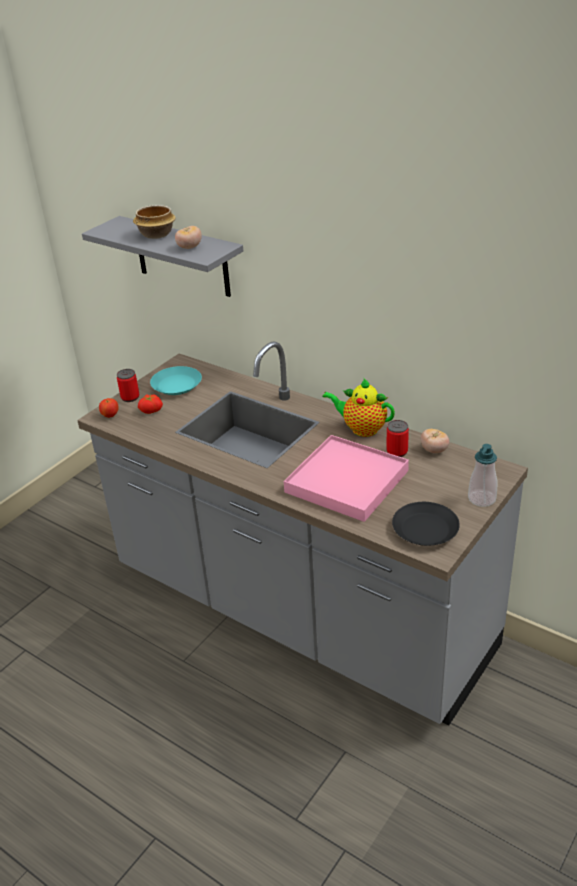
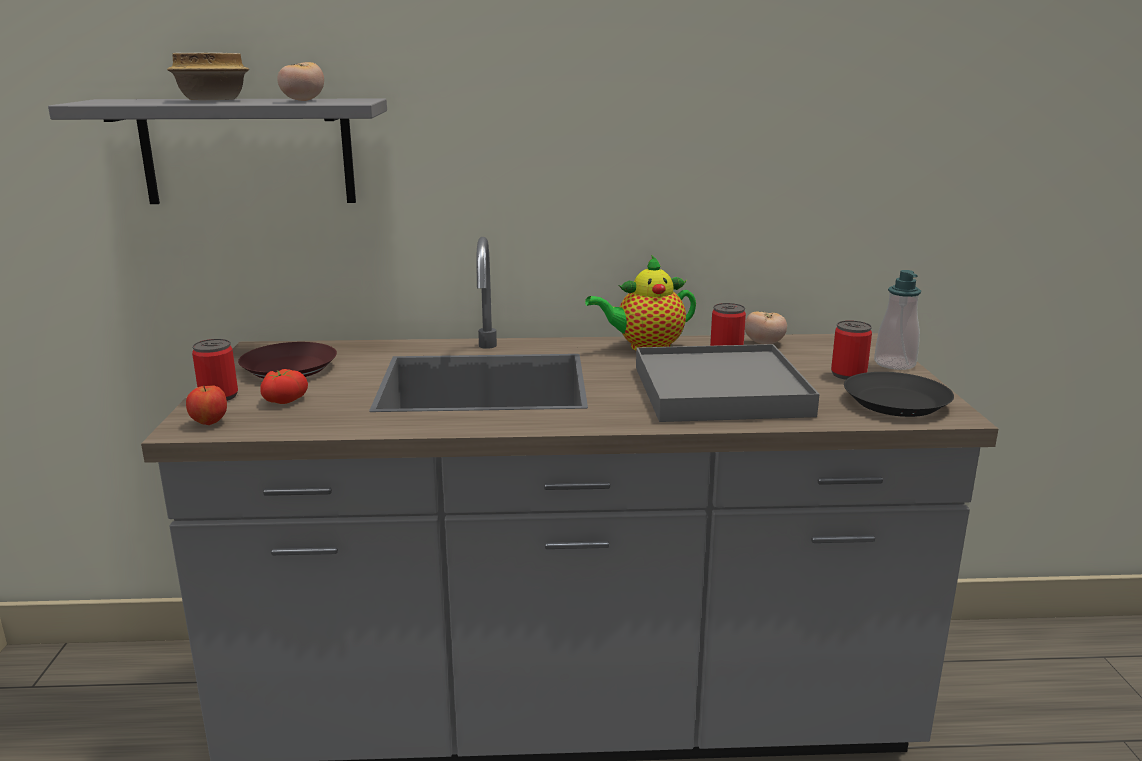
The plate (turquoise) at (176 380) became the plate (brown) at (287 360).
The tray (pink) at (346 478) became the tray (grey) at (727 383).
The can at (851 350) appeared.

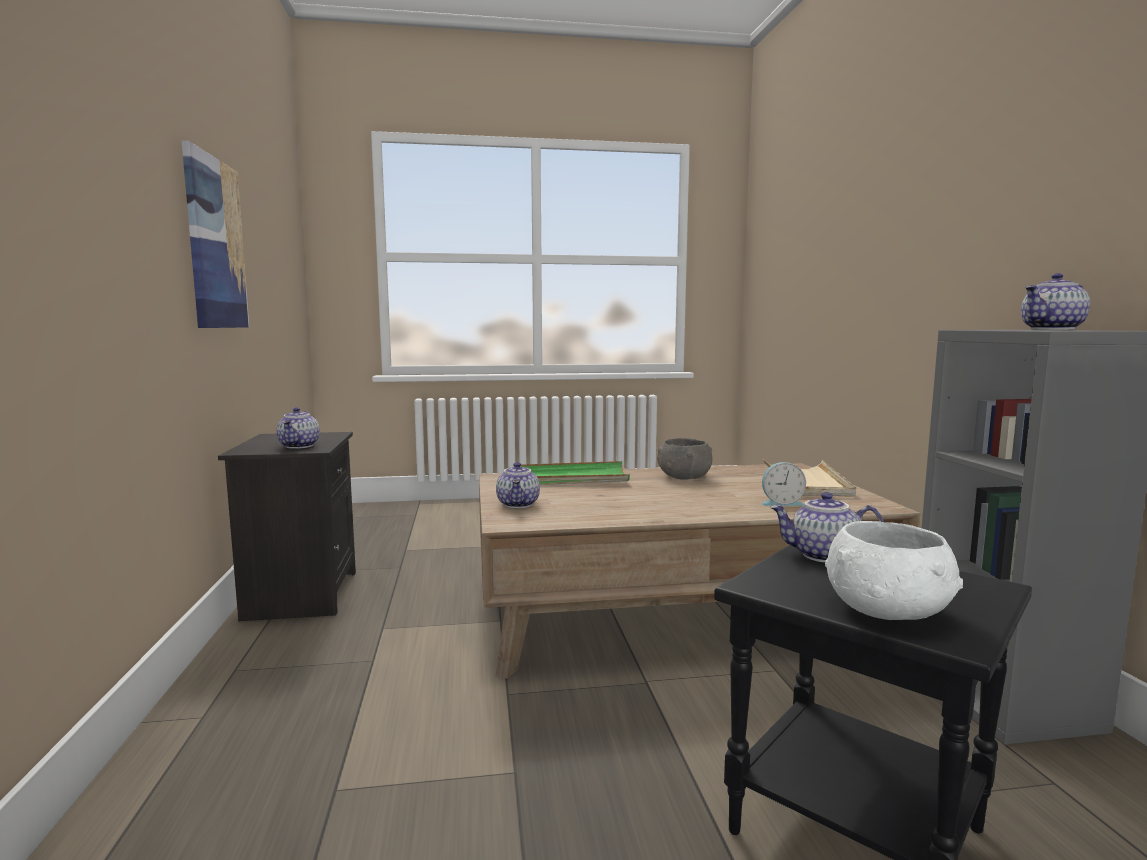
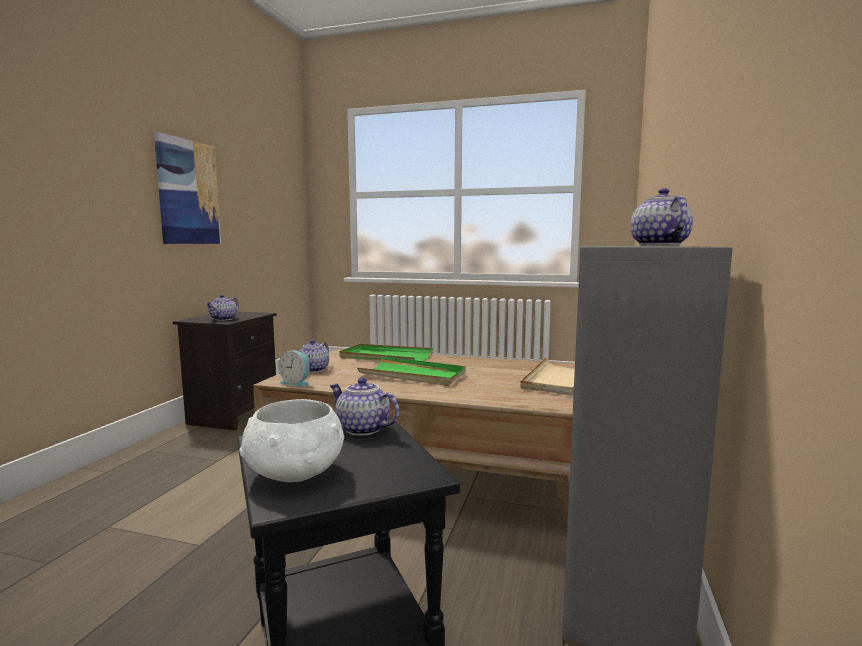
The alarm clock moved from (784 484) to (294 369).
The tray (green) at (411 371) appeared.
The teapot at (1055 301) turned 90 degrees clockwise.
The bowl (grey) at (684 459) disappeared.

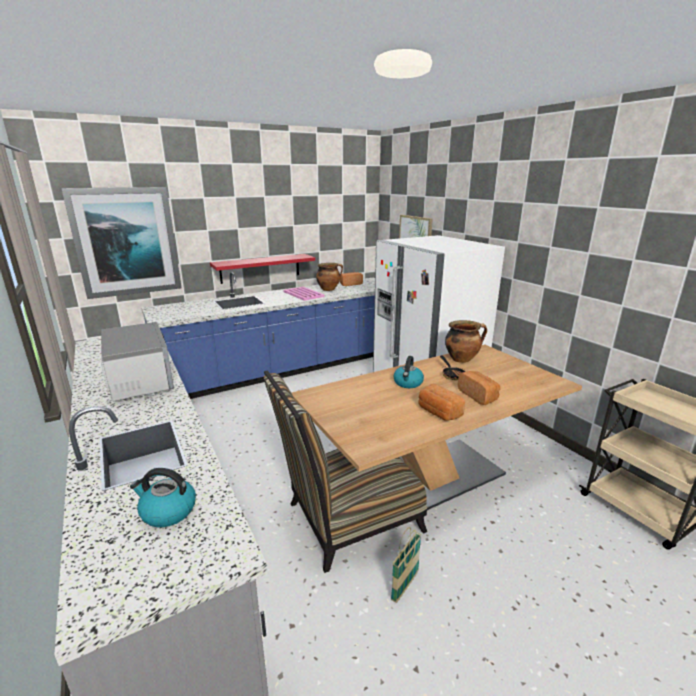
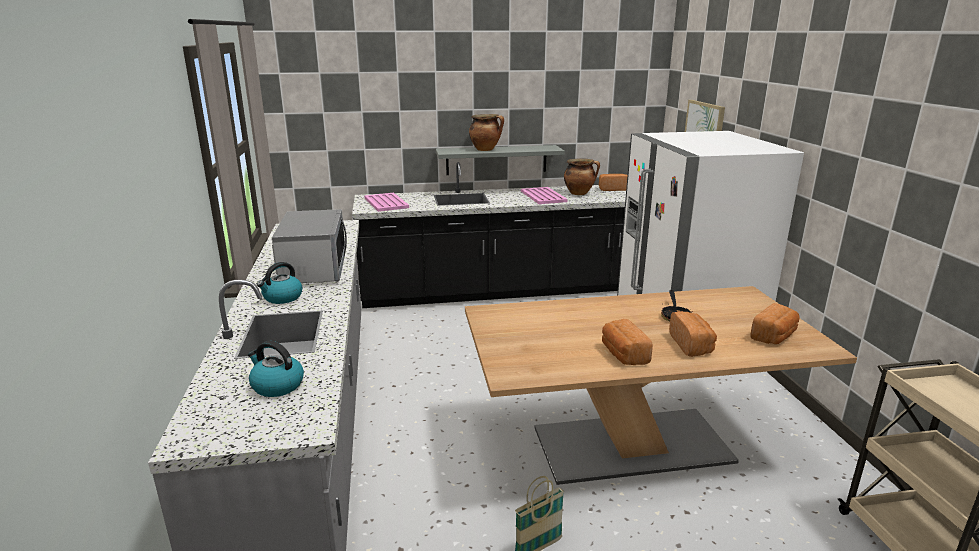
The kettle moved from (408 372) to (279 283).
The counter (blue) at (258 335) became the counter (black) at (489 235).
The tray (pink) at (386 202) appeared.
The shelf (red) at (262 269) became the shelf (grey) at (500 160).
The cooking pot moved from (466 341) to (486 132).
The bread at (775 323) appeared.
The picture at (121 243) disappeared.
The chair at (345 471) disappeared.

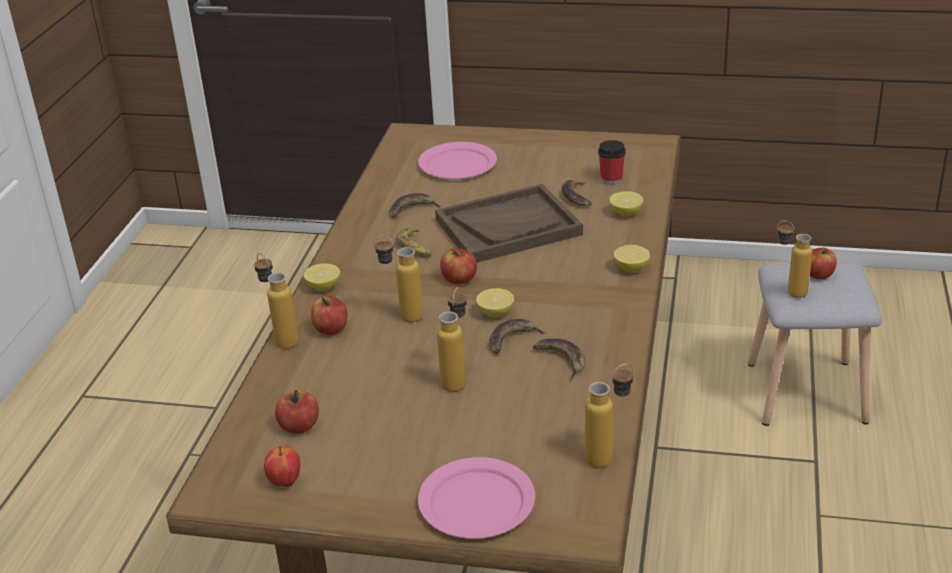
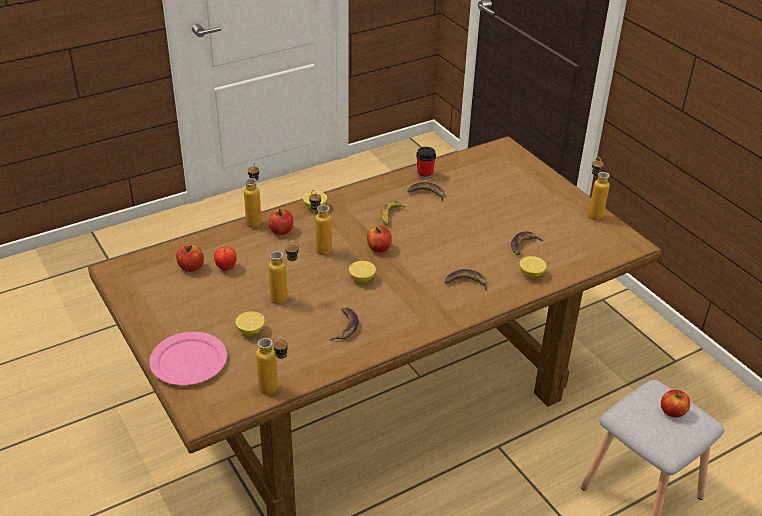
The apple moved from (282 466) to (225 258).
The lemon moved from (632 259) to (250 323).
The cup moved from (612 162) to (426 163).
The banana moved from (518 336) to (466 280).
The bottle moved from (795 259) to (599 188).
The plate (pink) at (457 160) disappeared.
The tray (brown) at (509 223) disappeared.

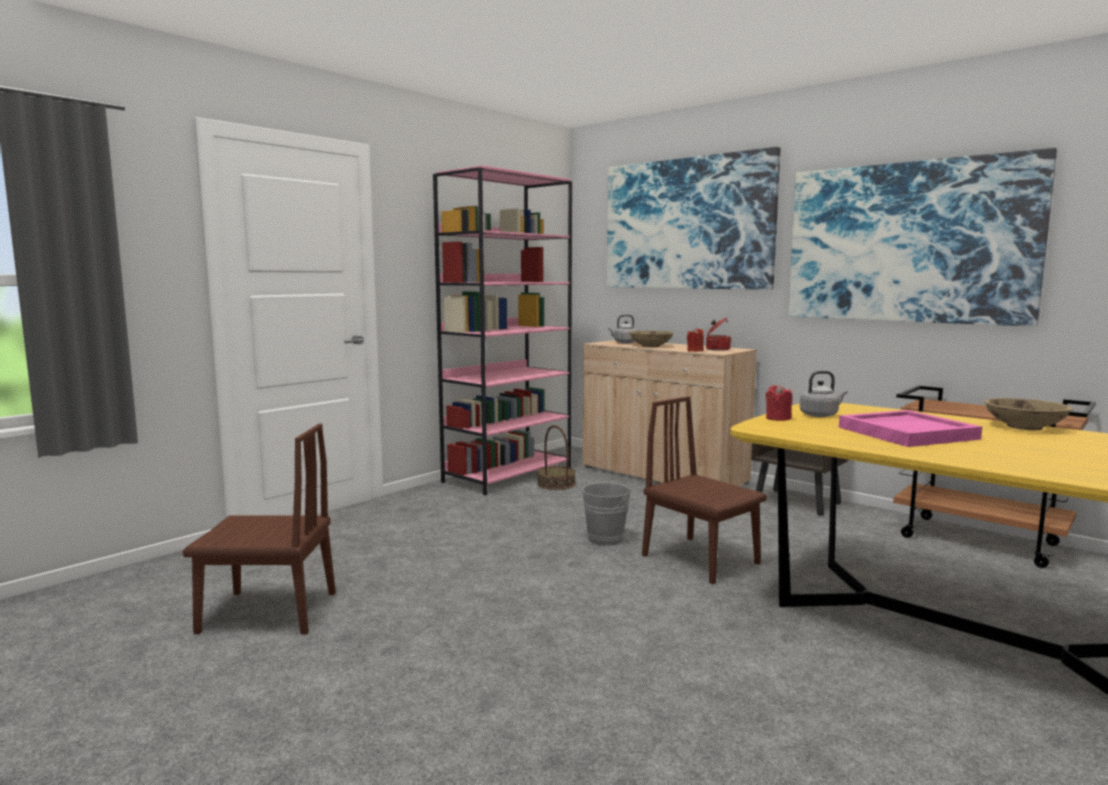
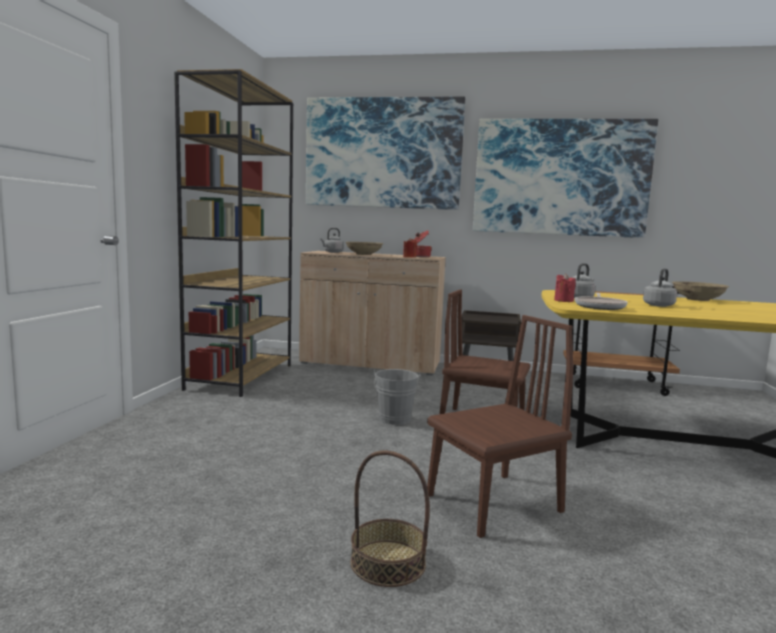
The bookcase (pink) at (502 330) became the bookcase (brown) at (233 233).
The basket moved from (556 457) to (390 519).
The chair (brown) moved from (259 529) to (500 426).
The frying pan at (601 301) appeared.
The tray (pink) at (910 428) was replaced by the kettle (grey) at (660 287).

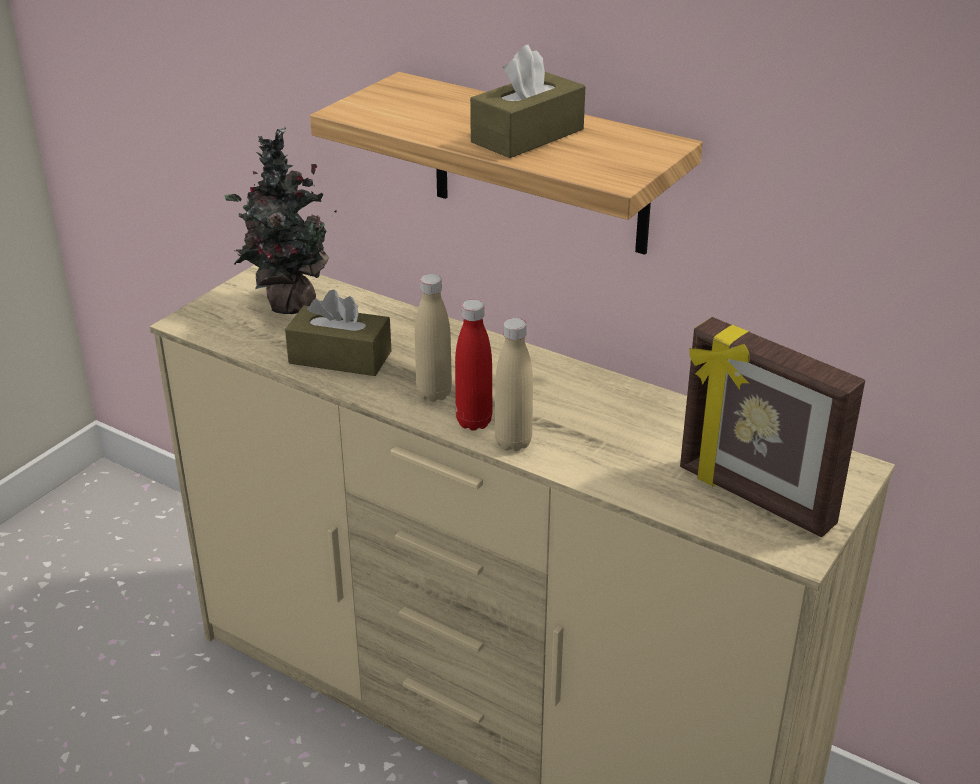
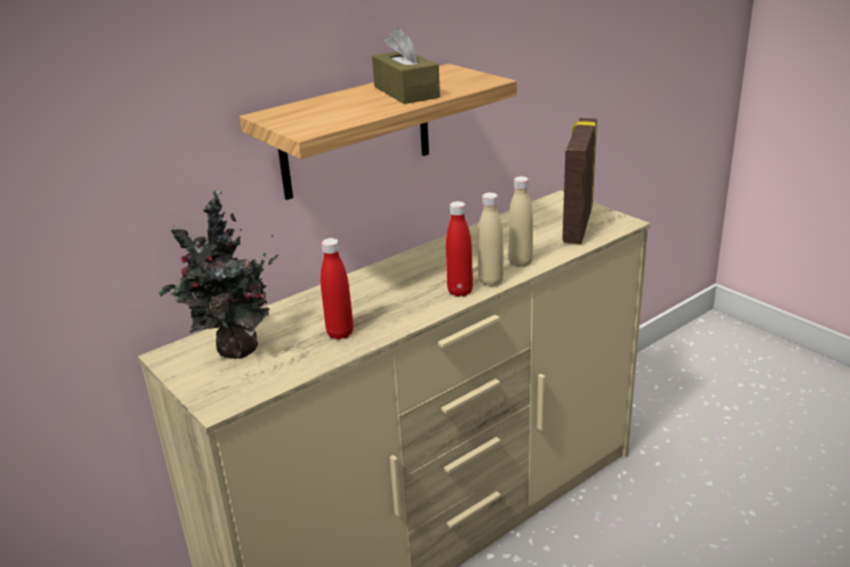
The tissue box (brown) at (338 333) was replaced by the bottle (red) at (337 289).
The bottle (beige) moved from (433 338) to (520 221).
The picture frame at (772 427) turned 135 degrees clockwise.

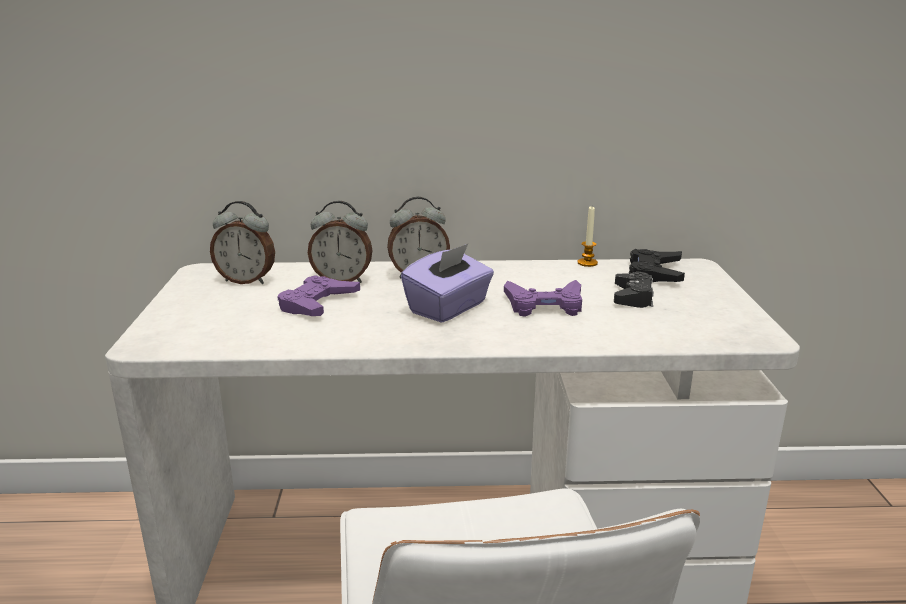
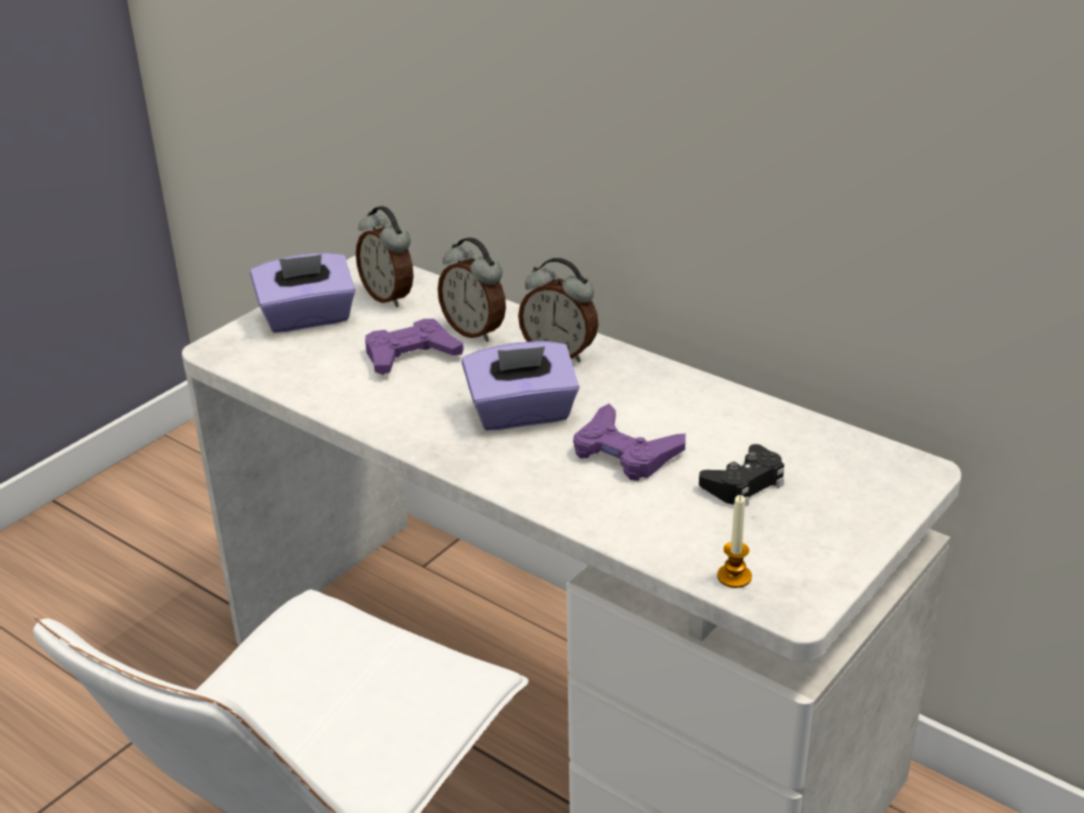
The tissue box (purple) at (302 293) appeared.
The candle moved from (587 237) to (734 541).
The game controller (black) at (657 265) disappeared.

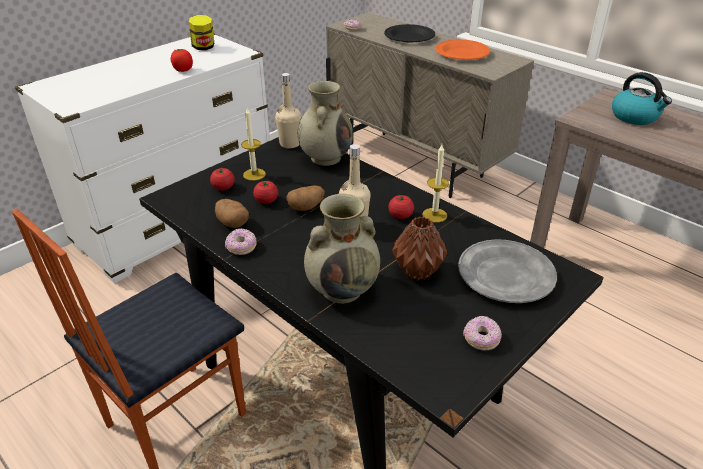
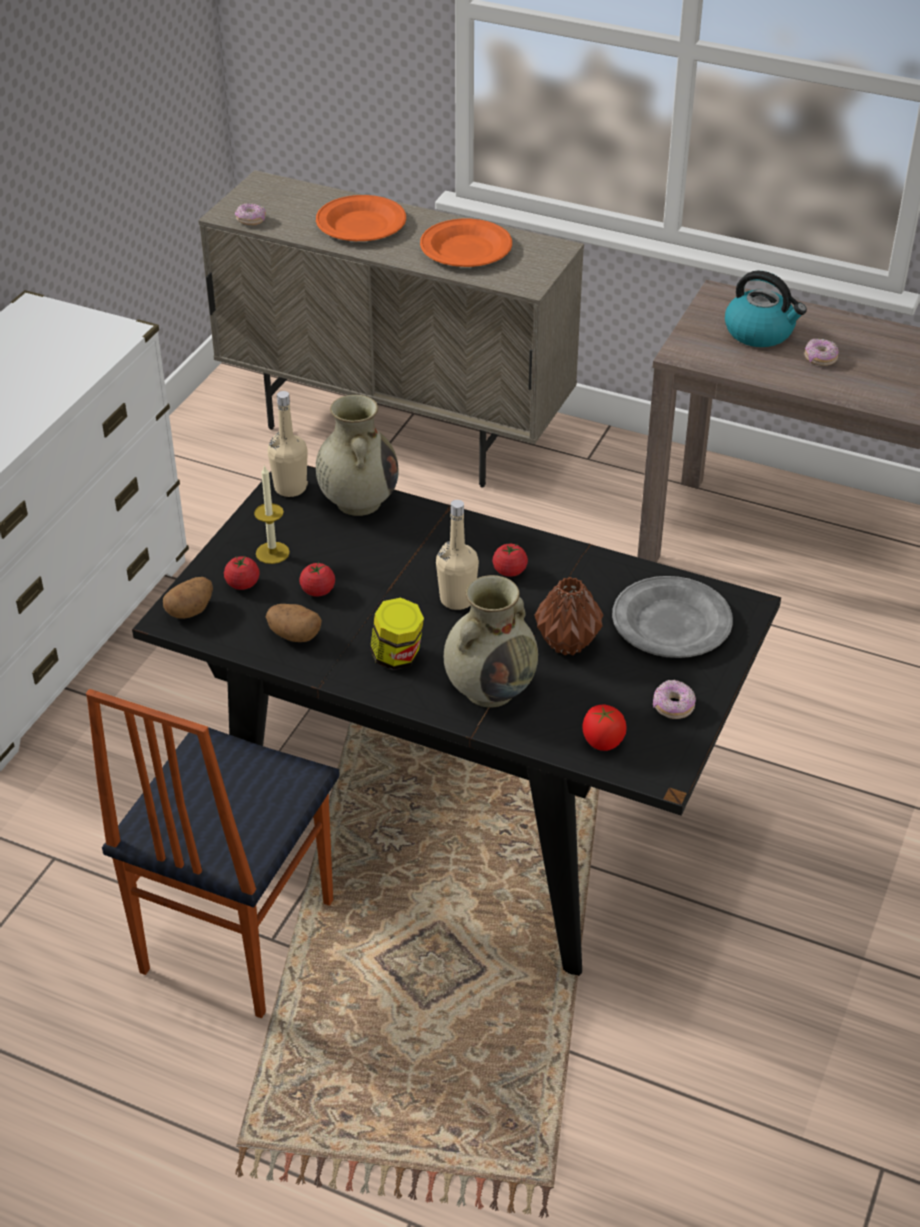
The potato moved from (305 198) to (188 598).
The plate (black) at (409 33) became the plate (orange) at (361 218).
The jar moved from (201 32) to (397 634).
The tomato moved from (182 60) to (604 728).
The donut moved from (240 241) to (821 352).
The candle at (435 183) disappeared.

